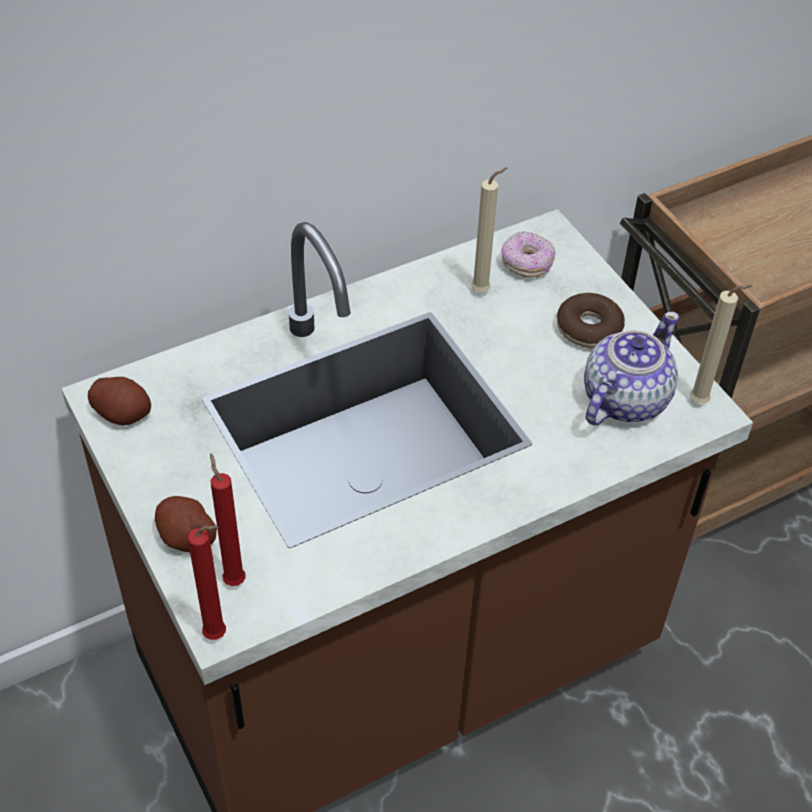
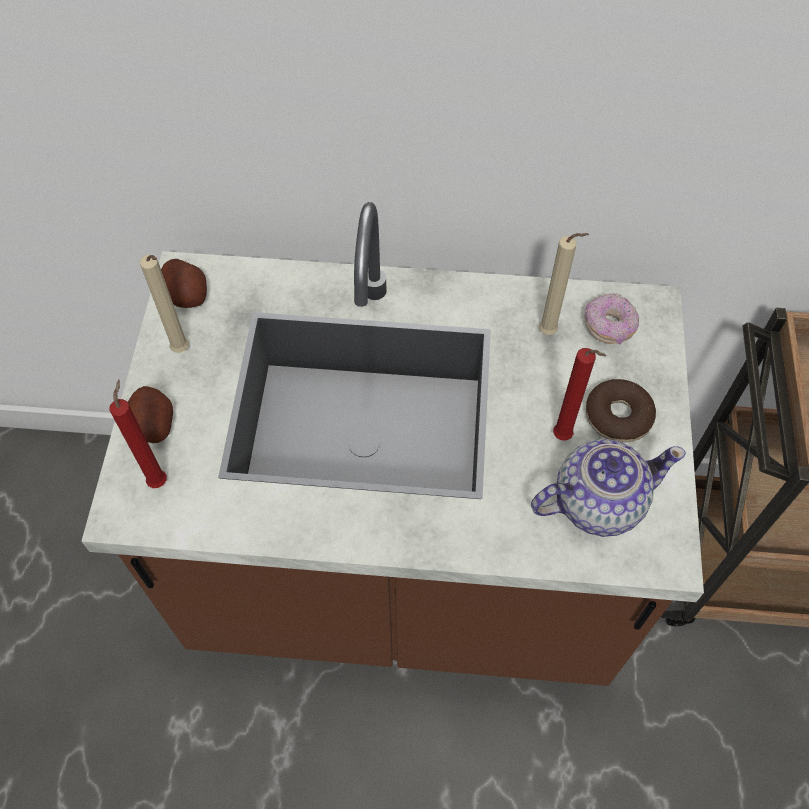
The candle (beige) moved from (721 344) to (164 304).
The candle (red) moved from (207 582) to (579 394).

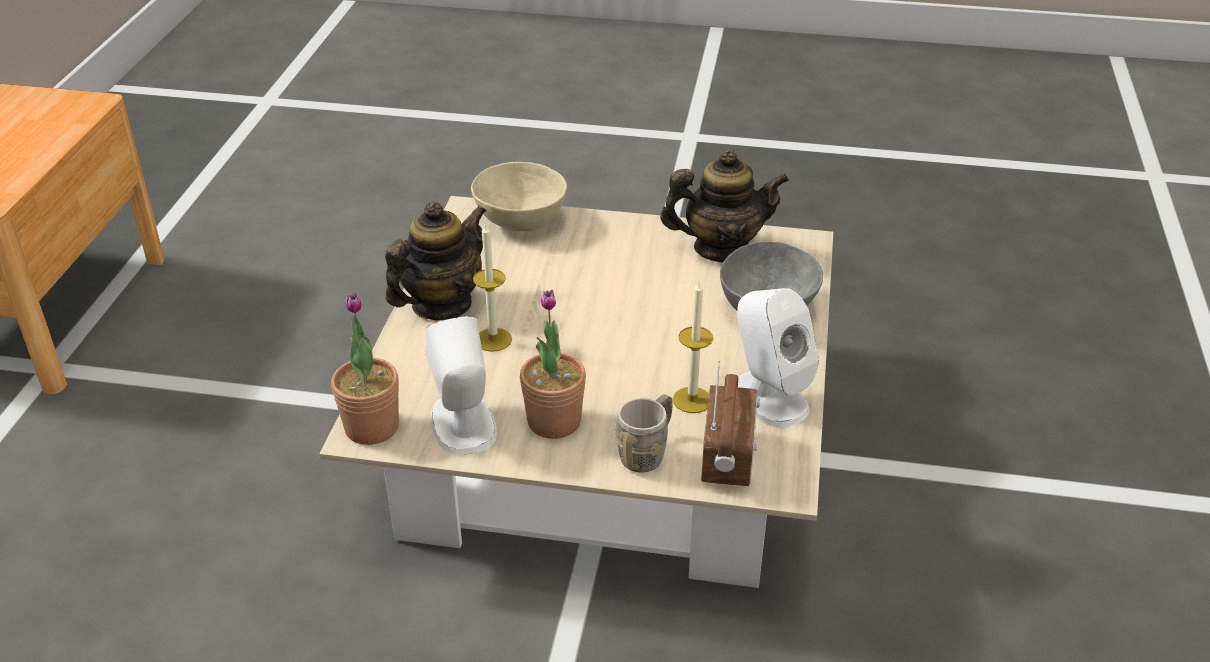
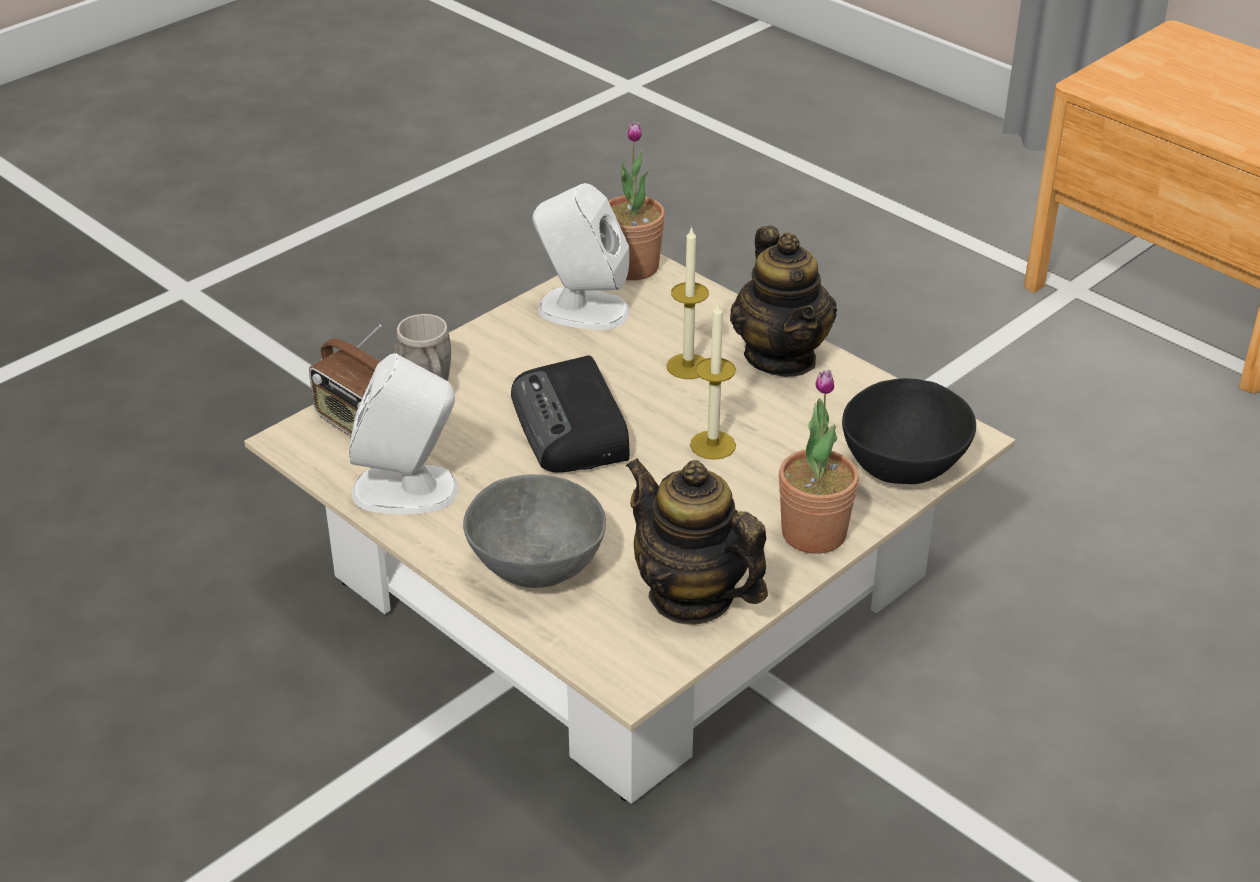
The radio at (570 414) appeared.
The teapot at (724 205) turned 105 degrees clockwise.
The candle moved from (693 347) to (713 381).
The potted plant moved from (553 364) to (819 462).
The bowl (beige) at (519 196) became the bowl (black) at (909 431).

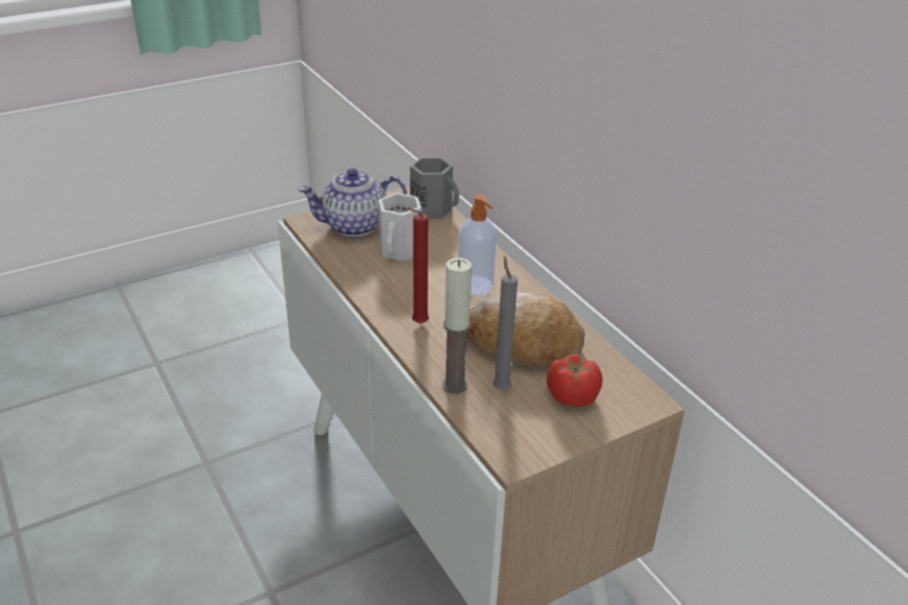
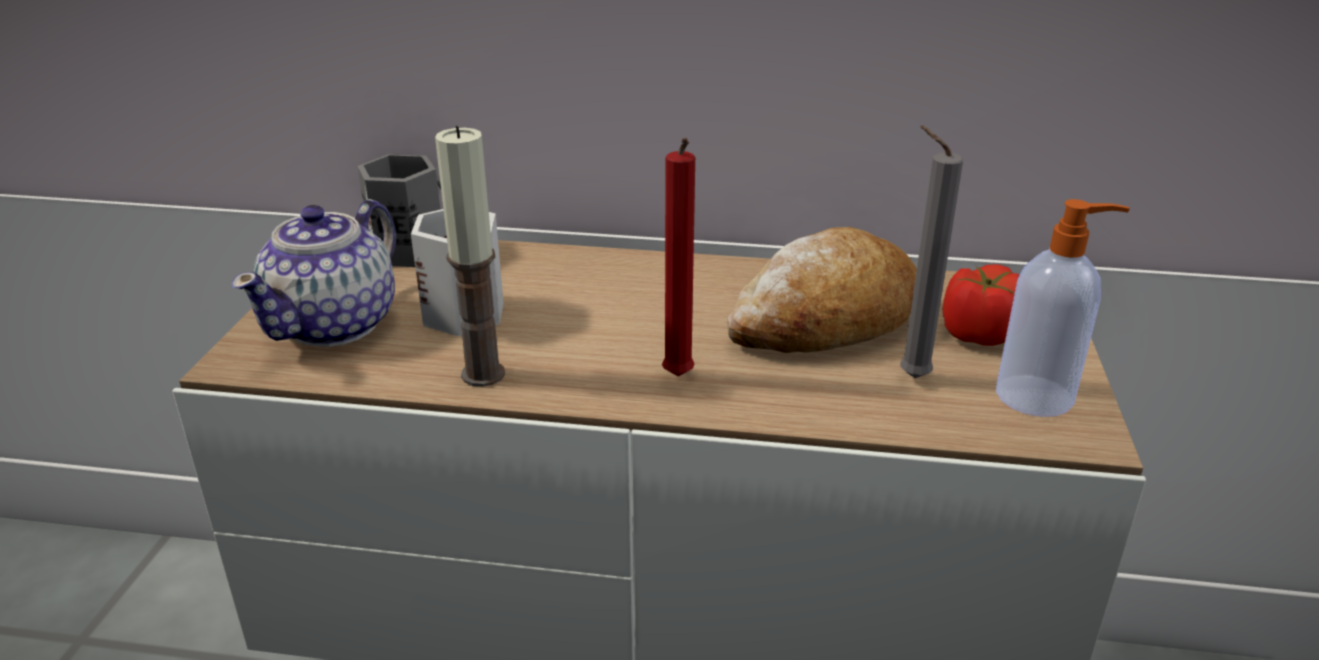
The candle moved from (457 326) to (470 256).
The soap dispenser moved from (477 244) to (1063 308).

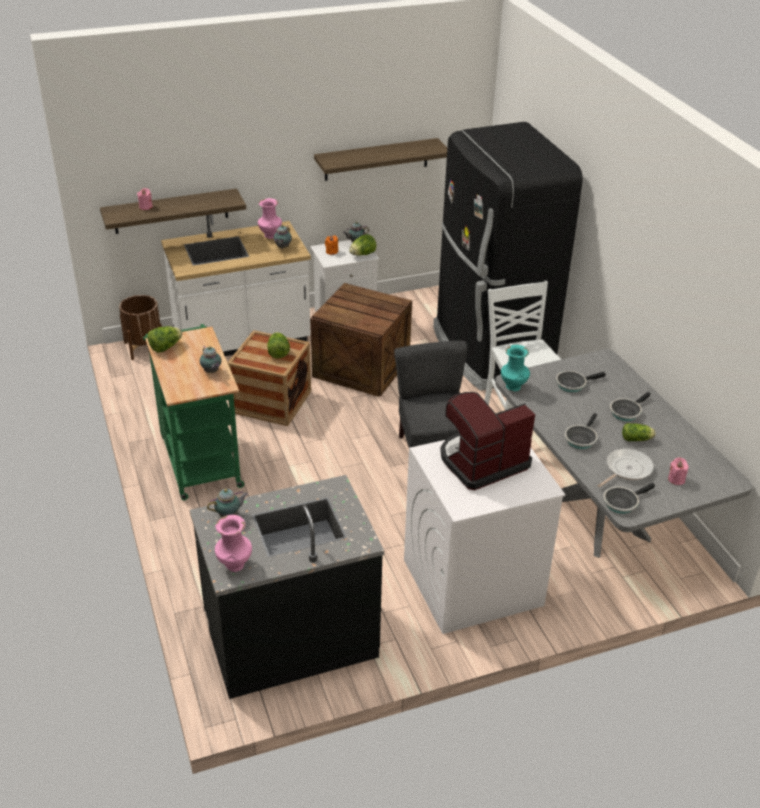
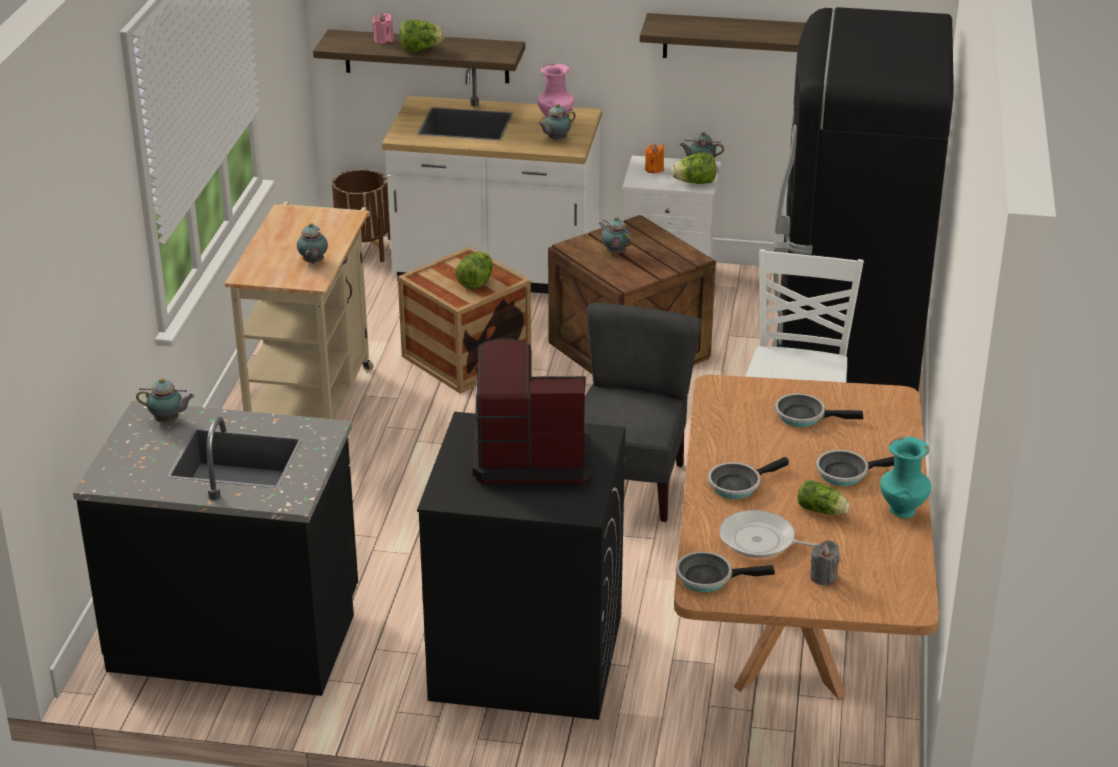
The cart (green) at (193 412) became the cart (beige) at (299 310).
The lettuce moved from (164 339) to (421 36).
The washing machine (white) at (484 537) became the washing machine (black) at (521 566).
The teapot at (615 235) appeared.
The dining table (grey) at (624 453) became the dining table (brown) at (806 537).
The frying pan at (626 467) turned 150 degrees counterclockwise.
The candle (pink) at (678 471) became the candle (grey) at (825 563).
The vase (turquoise) moved from (515 368) to (905 477).
The vase (pink) at (233 543) disappeared.

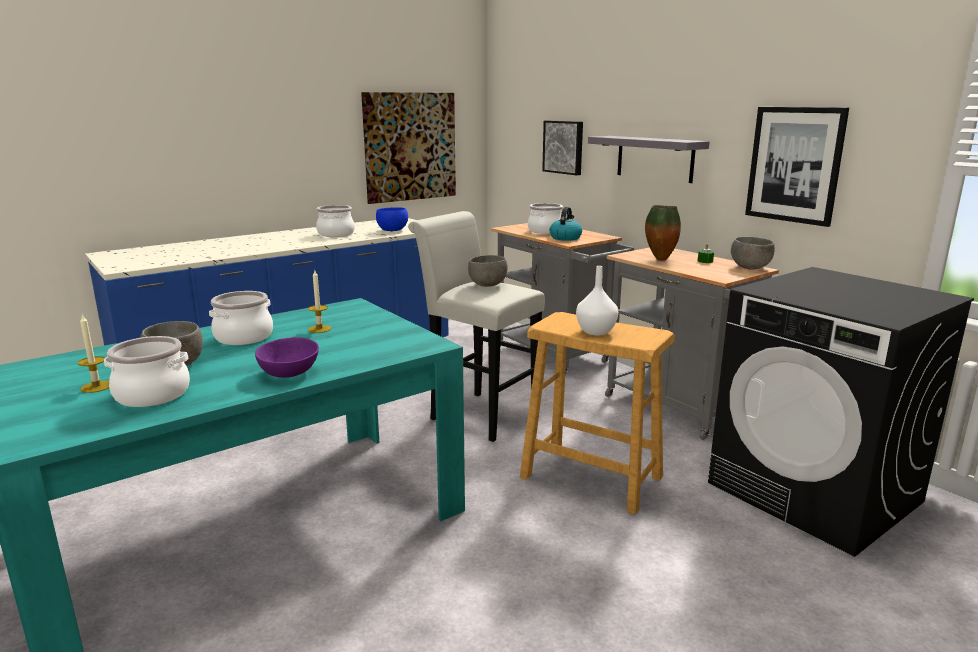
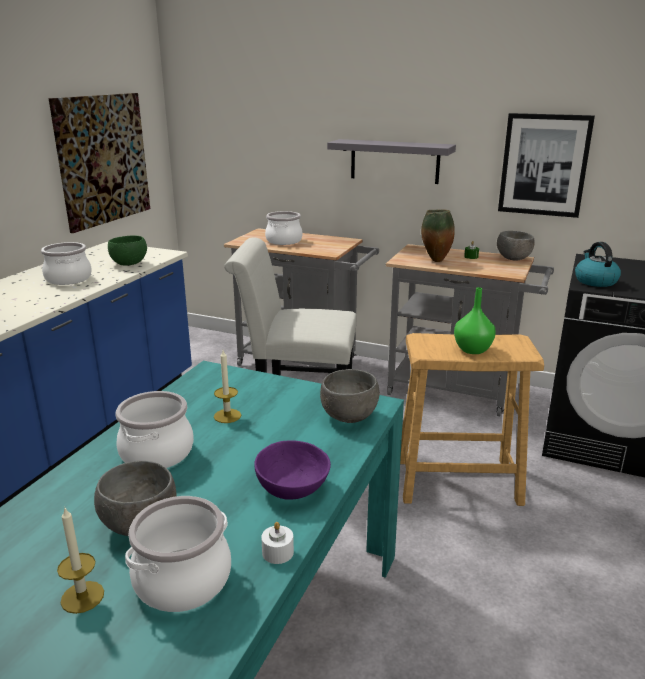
The bowl (blue) at (392 219) became the bowl (green) at (127 250).
The candle (white) at (277 543) appeared.
The bowl (grey) moved from (488 271) to (350 396).
The vase (white) at (597 301) became the vase (green) at (475 320).
The kettle moved from (565 224) to (598 264).
The picture at (562 148) disappeared.

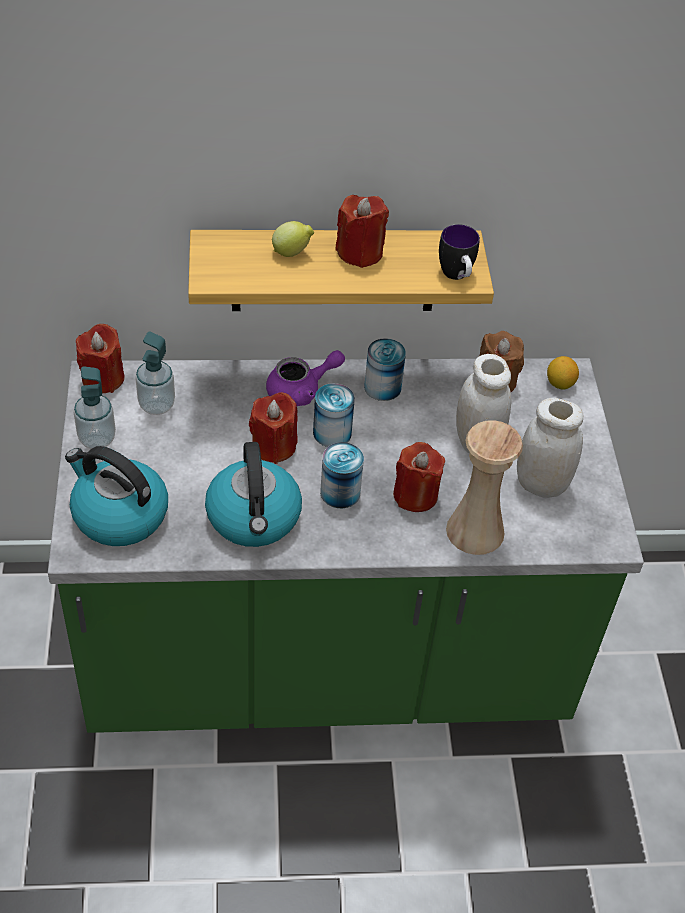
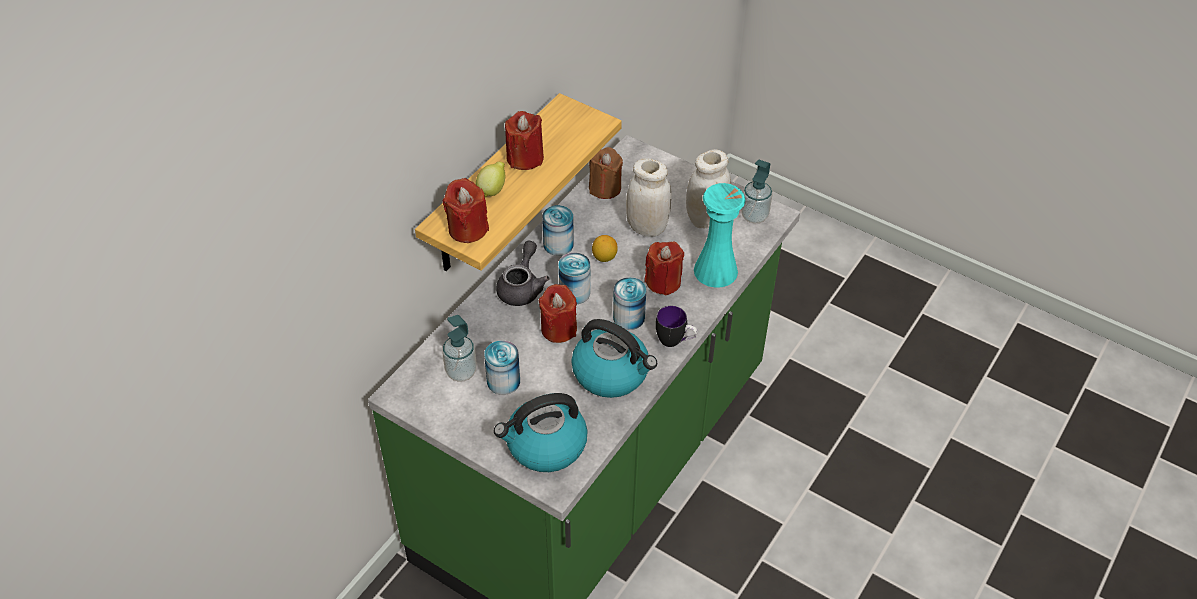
The candle (red) moved from (100 358) to (466 210).
The can at (502 367) appeared.
The teapot (purple) at (305 378) became the teapot (grey) at (523 273).
The lemon moved from (563 373) to (605 248).
The mug moved from (459 252) to (677 326).
The vase (beige) at (484 487) became the vase (turquoise) at (719 235).
The soap dispenser moved from (95 407) to (757 191).

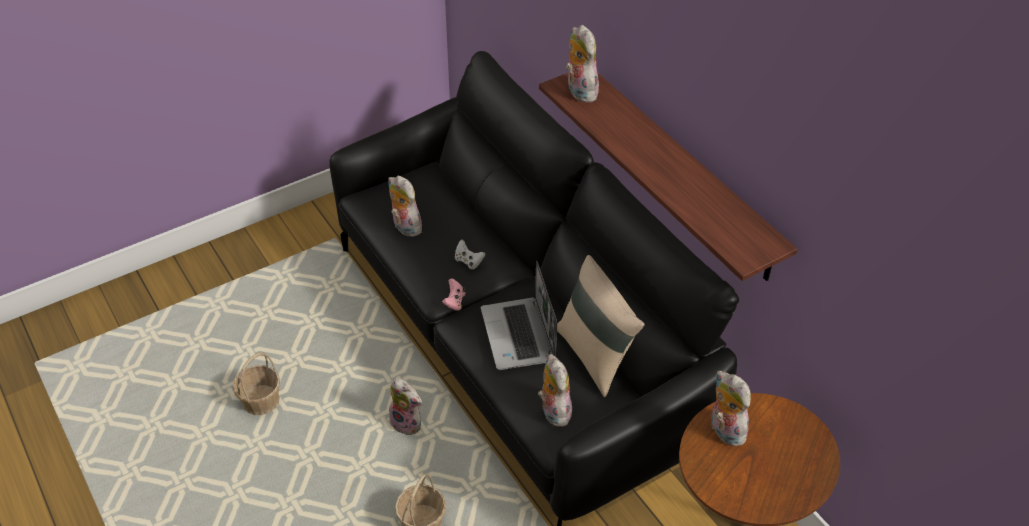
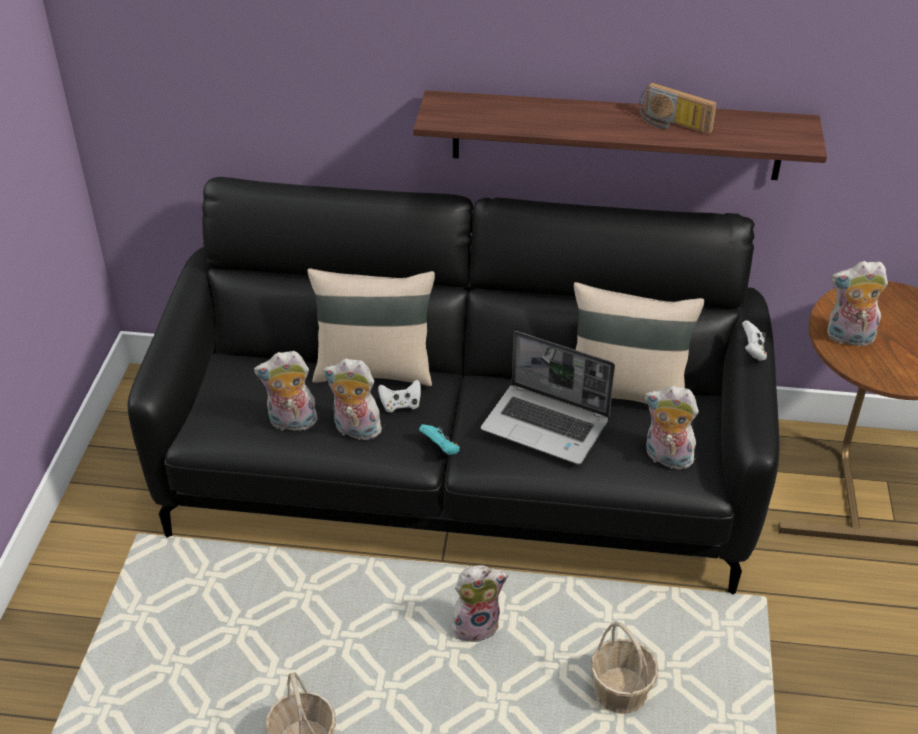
The pillow (beige) at (371 327) appeared.
The plush toy moved from (582 63) to (355 400).
The game controller (pink) at (454 294) became the game controller (turquoise) at (439 439).
The radio at (678 108) appeared.
The game controller (white) at (754 340) appeared.

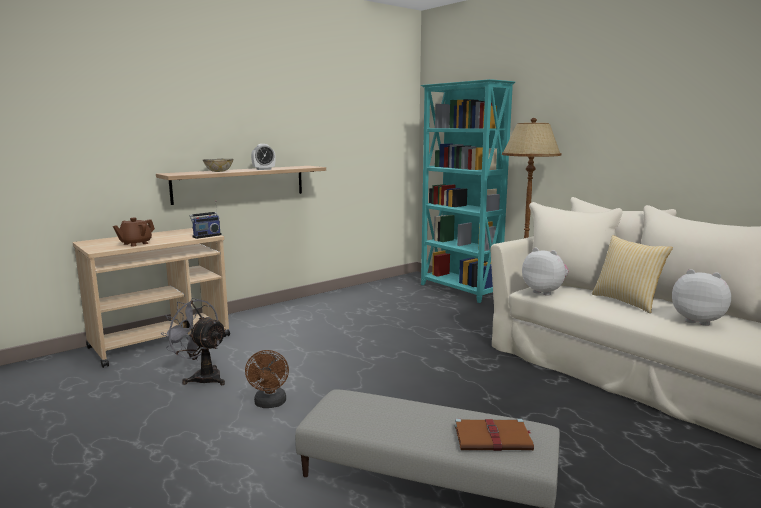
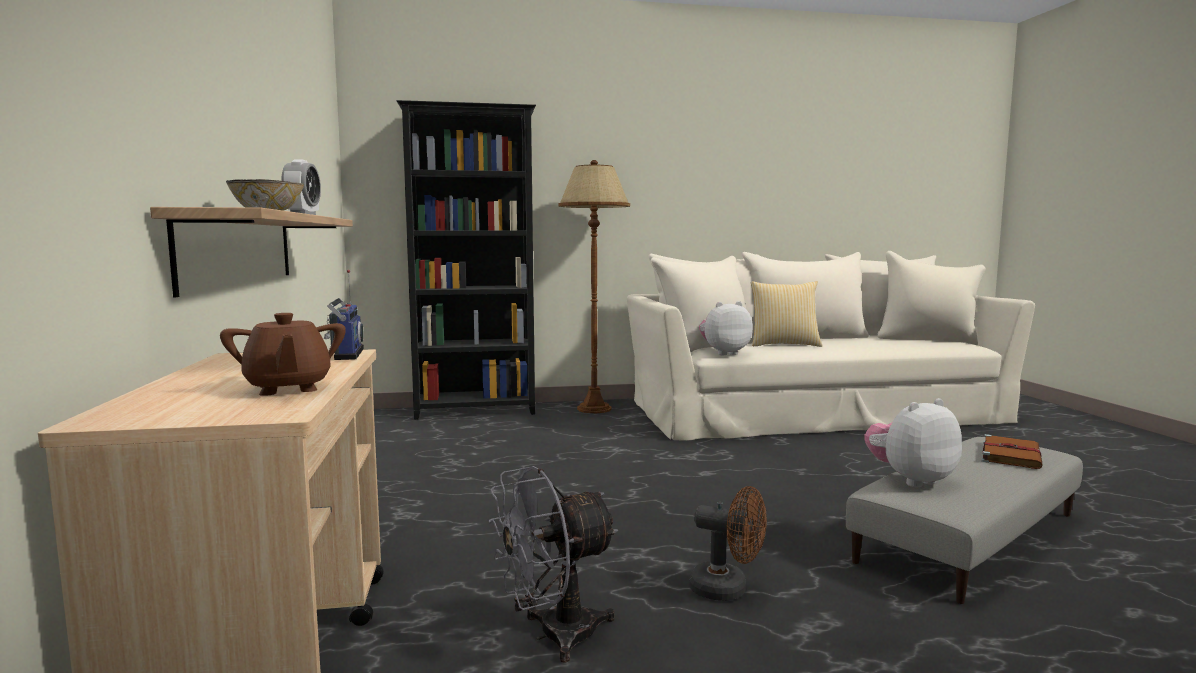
The bookcase (turquoise) at (468 191) became the bookcase (black) at (466 260).
The plush toy moved from (701 297) to (913 442).

